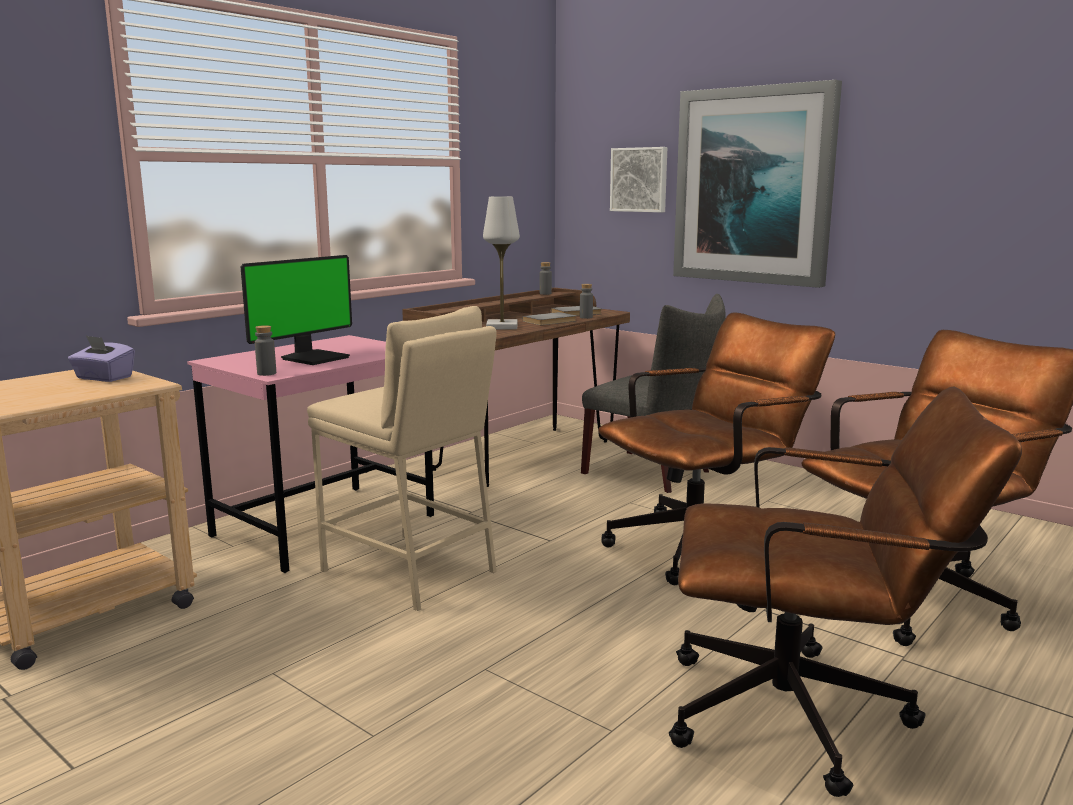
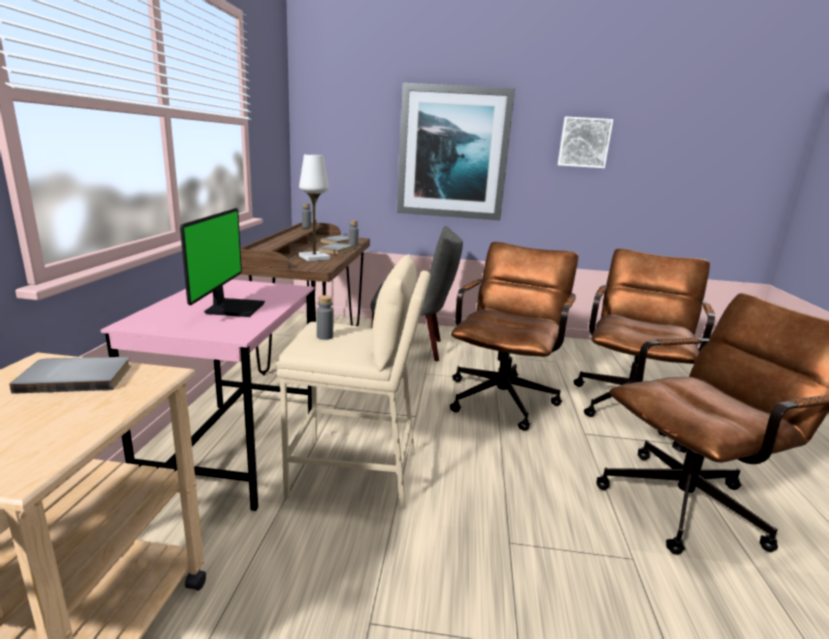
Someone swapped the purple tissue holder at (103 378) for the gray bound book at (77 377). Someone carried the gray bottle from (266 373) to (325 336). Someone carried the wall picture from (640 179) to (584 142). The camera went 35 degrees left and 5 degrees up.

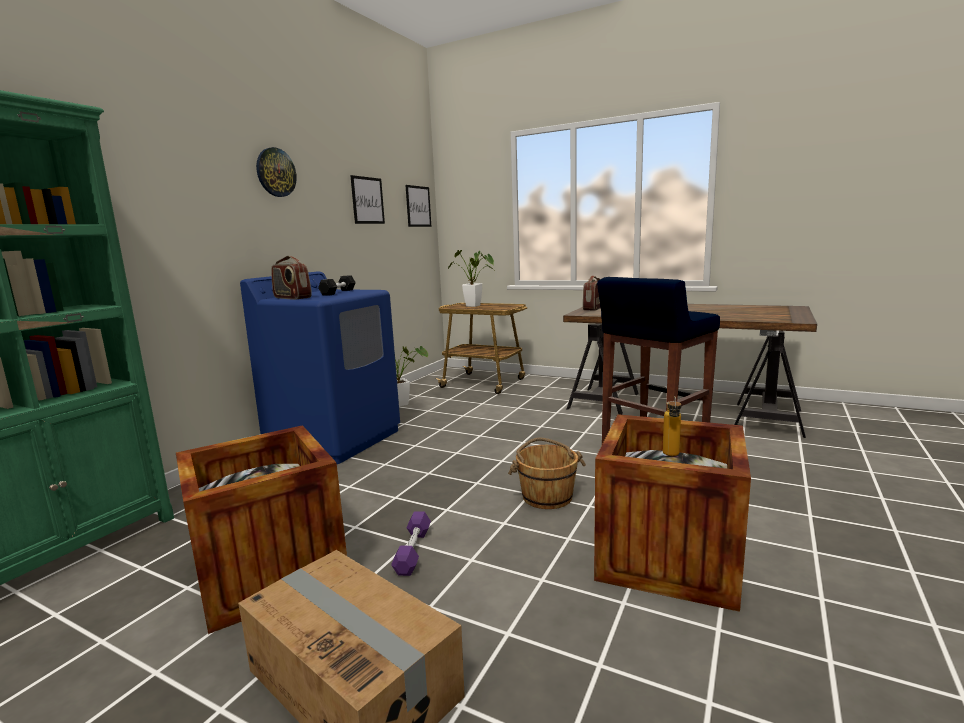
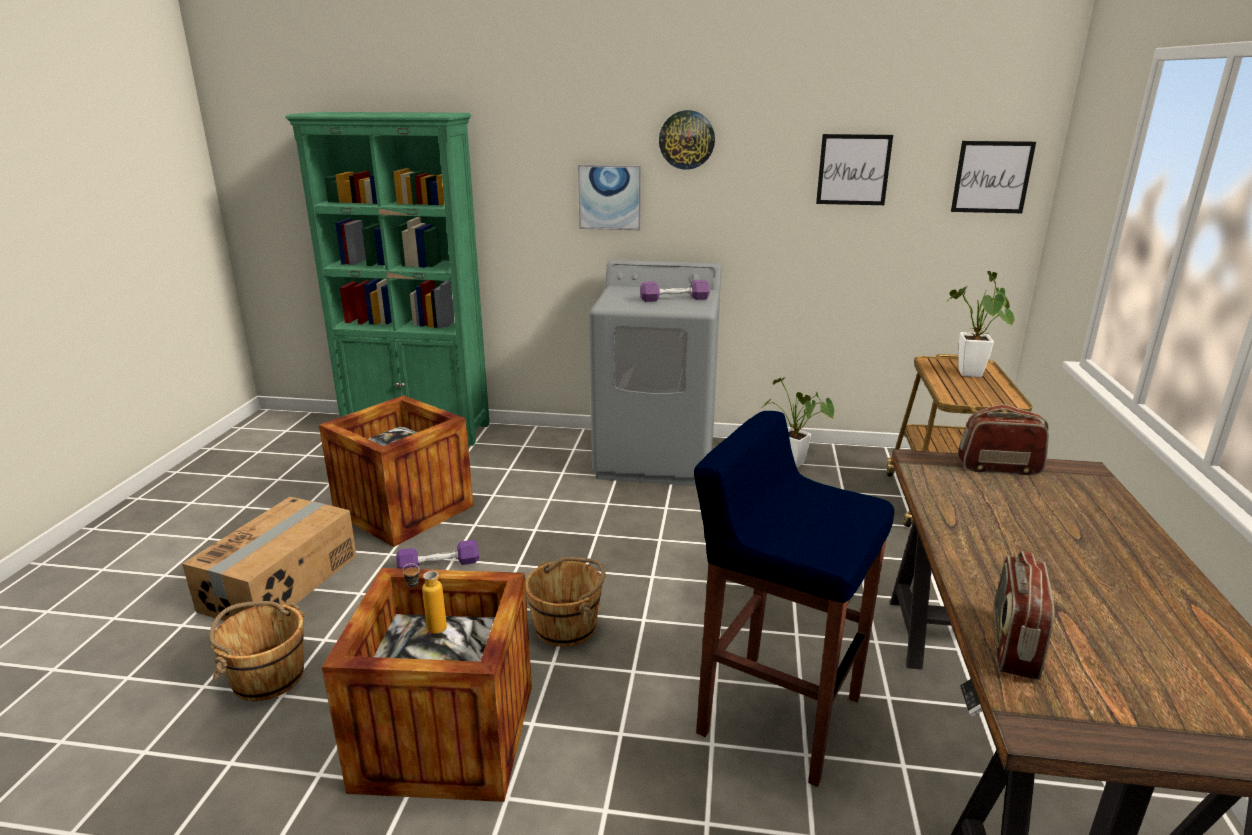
Someone put down the brown-coloured pail at (267 676). Someone put up the wall picture at (610 197). Someone repainted the blue-coloured laundry appliance at (335 439), which became the gray laundry appliance at (656 458). Someone repainted the black-coloured hand weight at (338 292), which became the purple hand weight at (674 299). Someone carried the radio receiver from (292 298) to (1012 645). The camera went 70 degrees right and 10 degrees up.

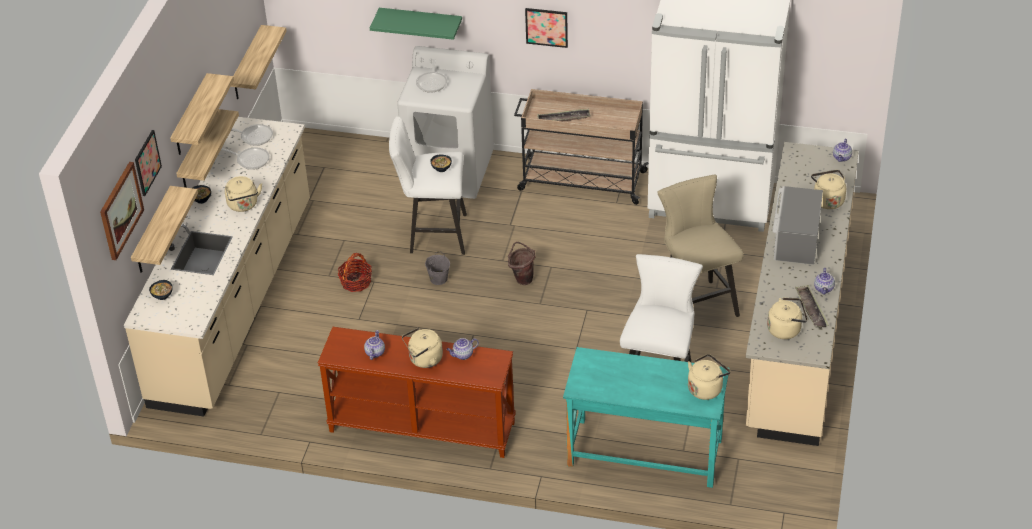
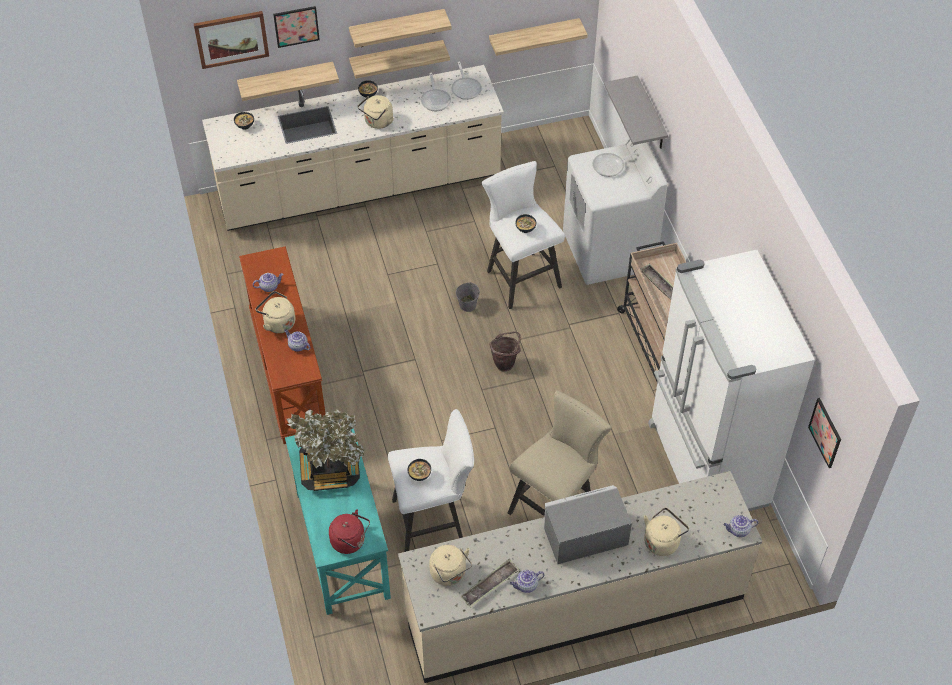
Someone put down the houseplant at (330 469). Someone repainted the beige-coloured tea kettle at (706 388), which became the reddish tea kettle at (350 541). Someone put down the deep dish at (420 475). Someone repainted the green-coloured shelf at (421 23), which became the gray shelf at (651 115). Someone carried the wall picture from (546 27) to (825 432). Someone took away the storage basket at (356 282). The camera went 60 degrees right and 10 degrees up.

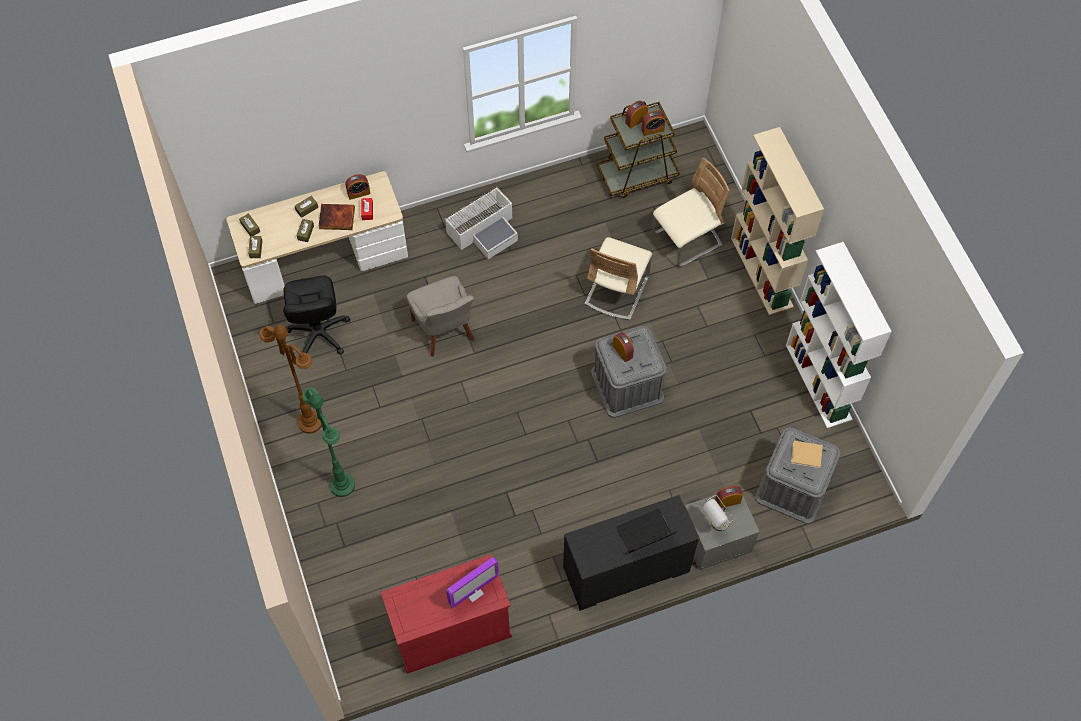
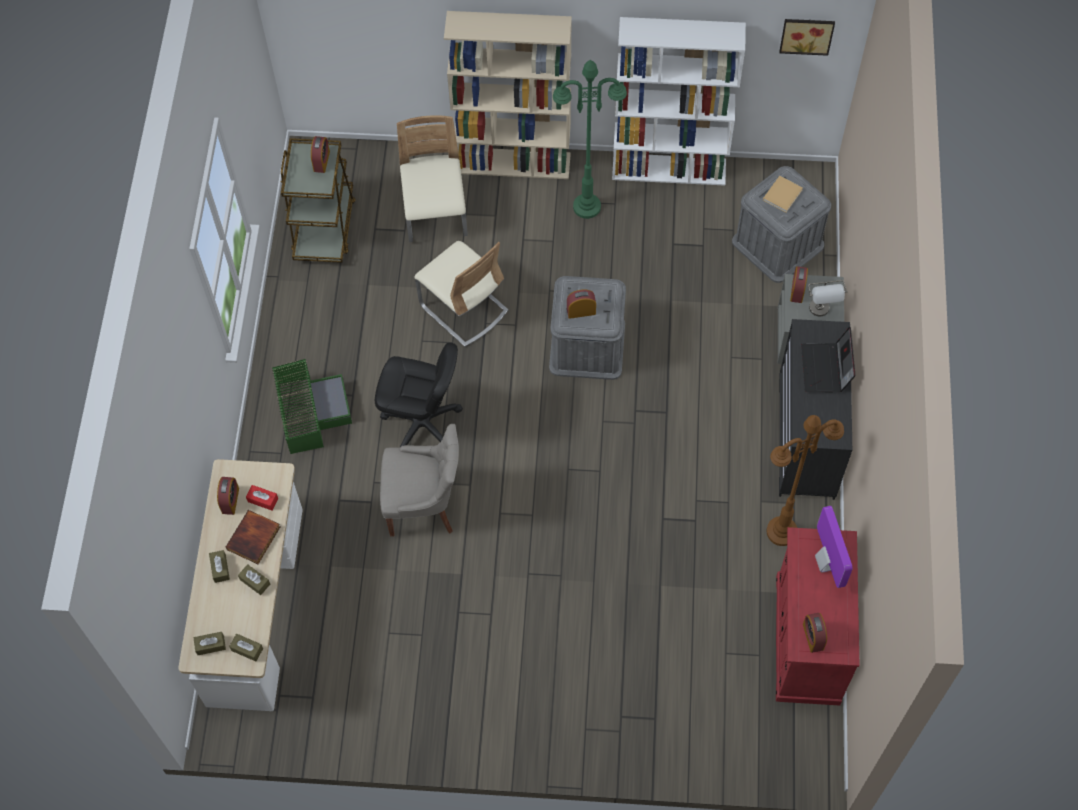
Someone repainted the white storage box at (485 230), which became the green-coloured storage box at (310 411). Someone carried the black-coloured computer chair from (318 334) to (422 424). Someone carried the green-coloured standing lamp from (342 485) to (587 206). Someone carried the brown-coloured standing lamp from (310 422) to (782 531). Someone put up the wall picture at (806 34). Someone carried the table clock from (636 120) to (813 636). The camera went 65 degrees left and 0 degrees up.

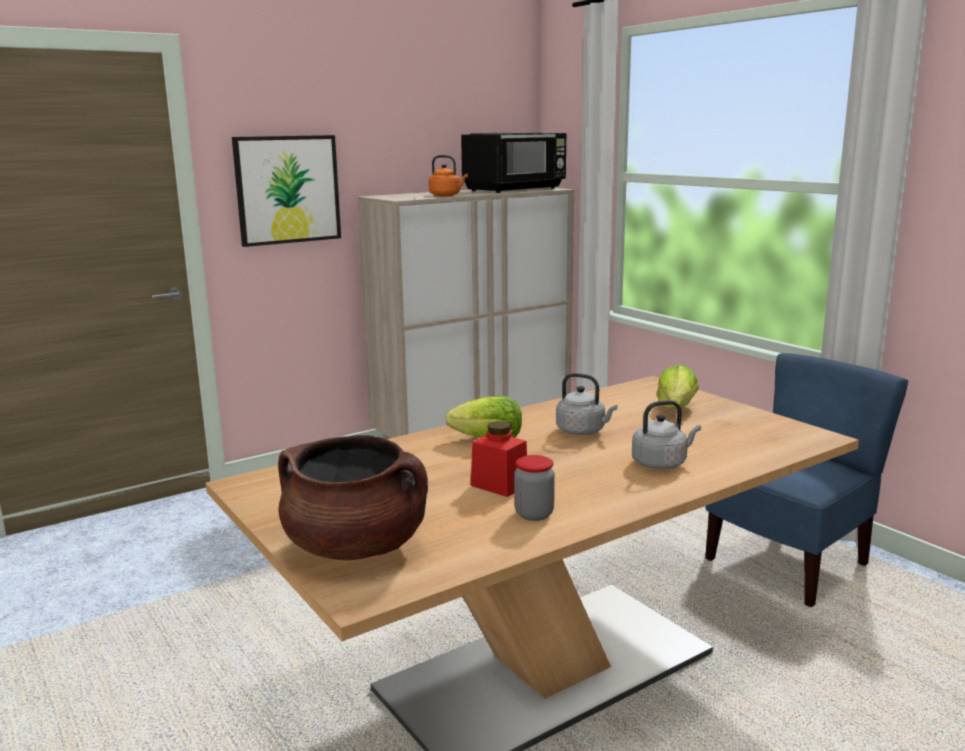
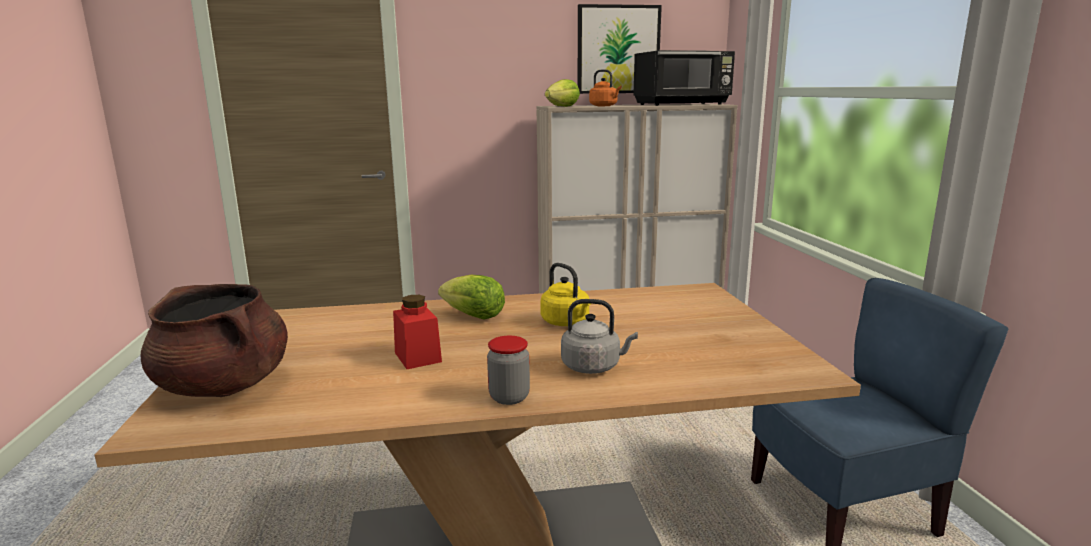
Someone carried the storage jar from (534 514) to (509 397). Someone repainted the gray tea kettle at (583 431), which became the yellow tea kettle at (567 322). Someone carried the lettuce head from (676 409) to (562 106). Someone carried the wall picture from (287 189) to (618 50). The camera went 25 degrees right and 0 degrees up.

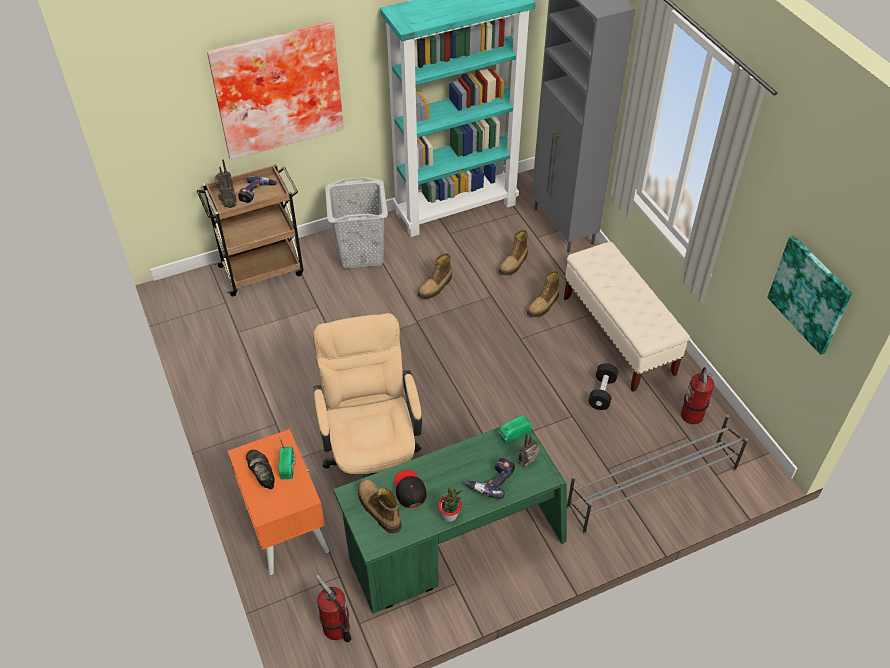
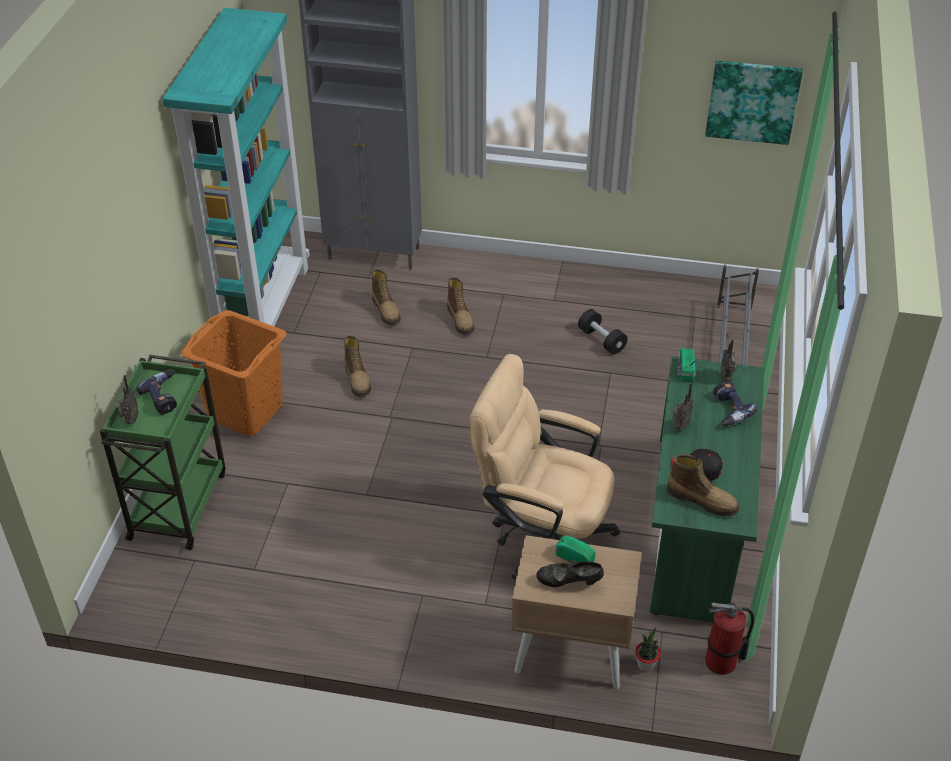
Someone repainted the brown-coloured cart at (263 270), which became the green-coloured cart at (178 504). Someone repainted the gray washing basket at (361 253), which became the orange-coloured washing basket at (245 411). Someone repainted the orange-coloured bedside table at (286 528), which became the beige-coloured bedside table at (570 649). Someone carried the houseplant from (449 515) to (645 664). Someone rotated the boot at (378 509) by 150 degrees counterclockwise. Someone carried the radio receiver from (229 205) to (679 427). Someone took away the wall picture at (277 89). Someone took away the beige-coloured long seat at (618 336). Someone took away the fire extinguisher at (692 415). The camera went 55 degrees left and 5 degrees down.

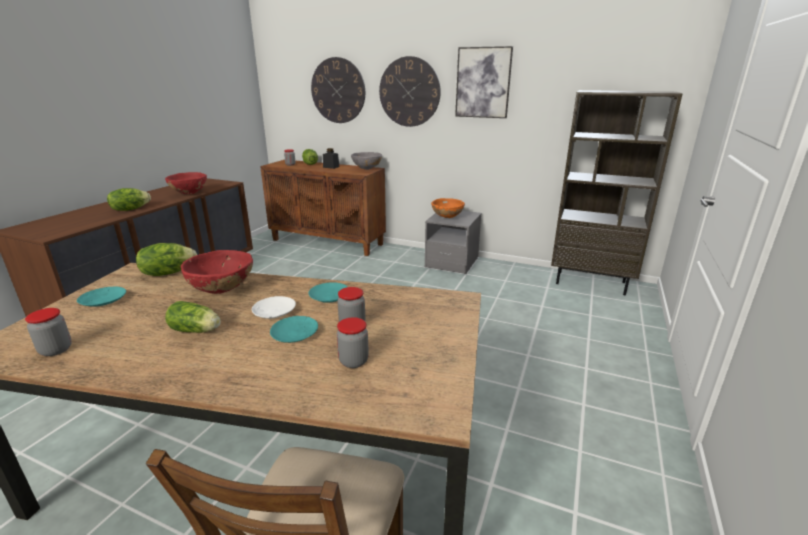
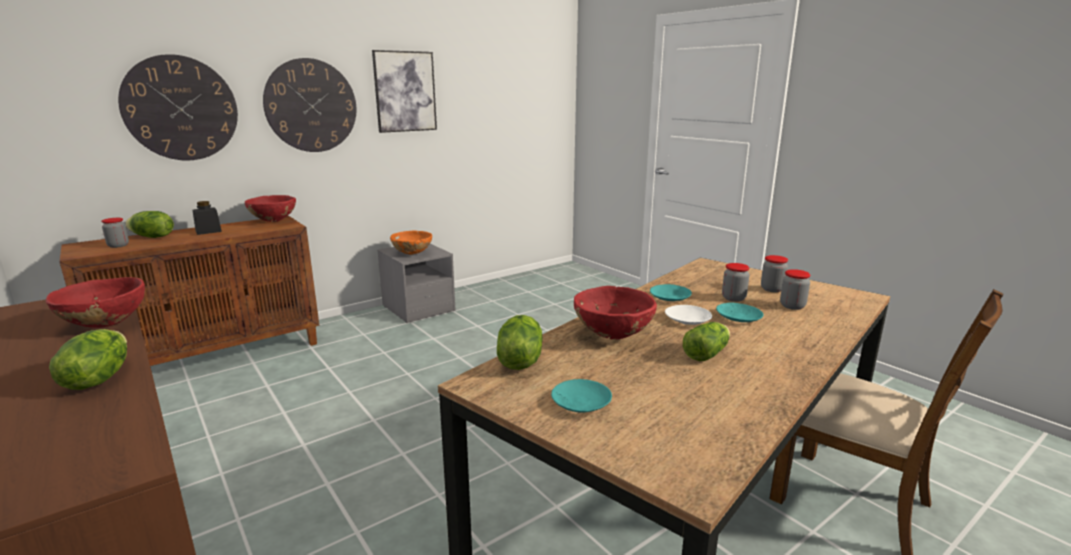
Someone repainted the gray deep dish at (367 169), which became the reddish deep dish at (273 221). Someone carried the storage jar from (56 350) to (772 289). Someone took away the brown-coloured shelving unit at (591 283). The camera went 60 degrees left and 5 degrees down.

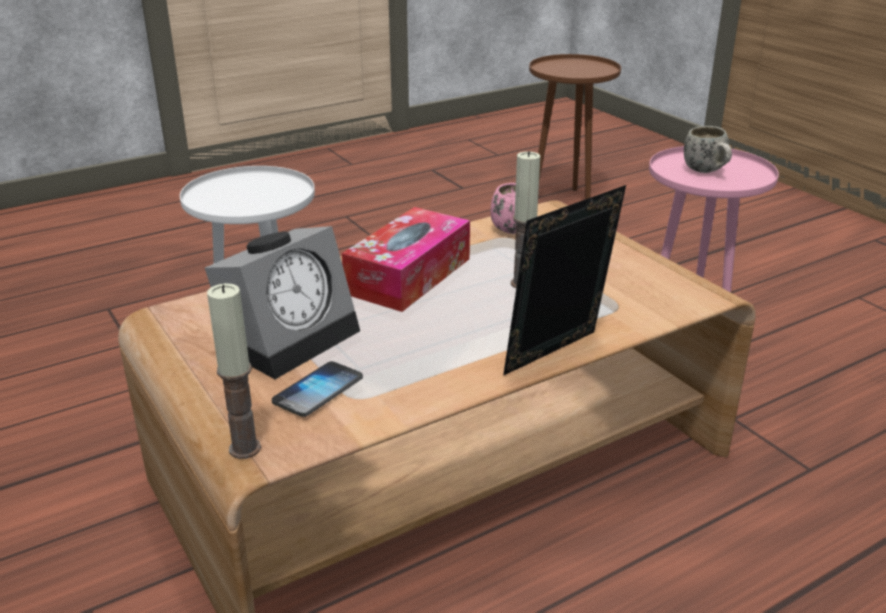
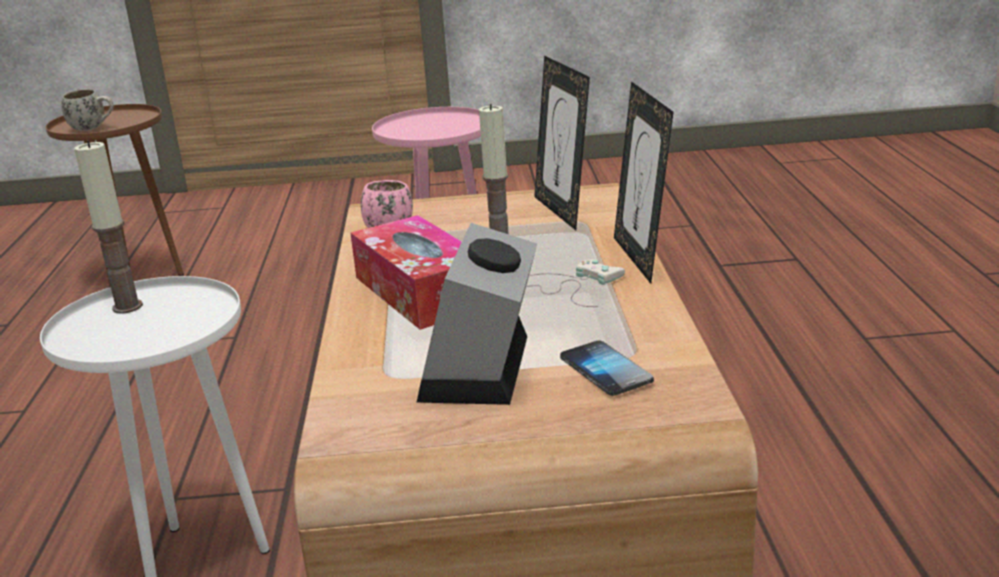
Someone carried the white mug from (707 172) to (94 128). Someone carried the wax light from (244 448) to (127 307). Someone rotated the table clock at (292 337) by 150 degrees counterclockwise. Someone put down the white joypad at (569 286). Someone put down the standing frame at (562 211). The camera went 60 degrees left and 5 degrees down.

